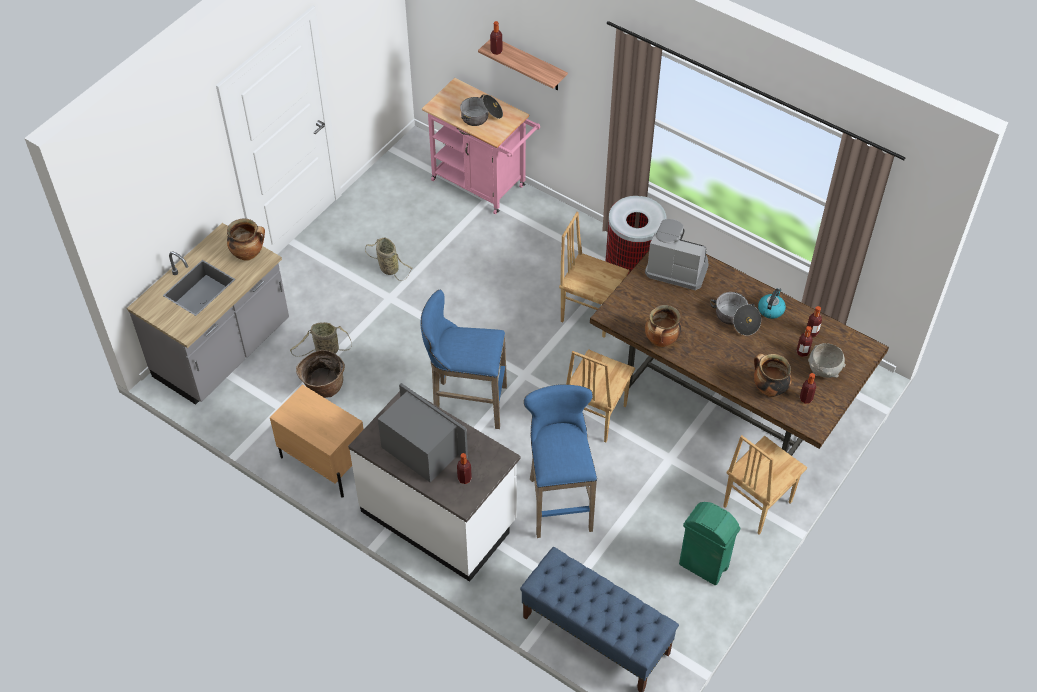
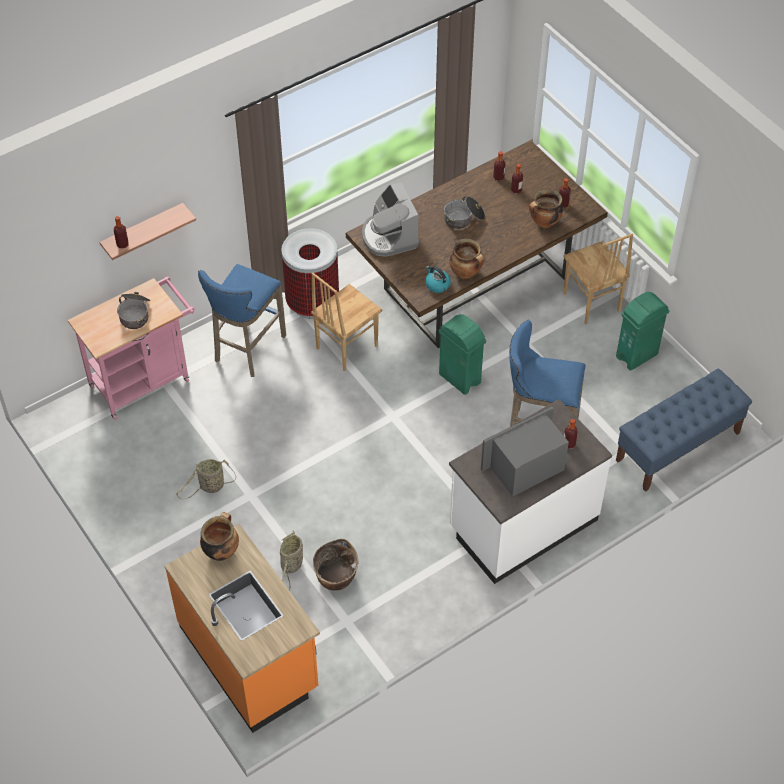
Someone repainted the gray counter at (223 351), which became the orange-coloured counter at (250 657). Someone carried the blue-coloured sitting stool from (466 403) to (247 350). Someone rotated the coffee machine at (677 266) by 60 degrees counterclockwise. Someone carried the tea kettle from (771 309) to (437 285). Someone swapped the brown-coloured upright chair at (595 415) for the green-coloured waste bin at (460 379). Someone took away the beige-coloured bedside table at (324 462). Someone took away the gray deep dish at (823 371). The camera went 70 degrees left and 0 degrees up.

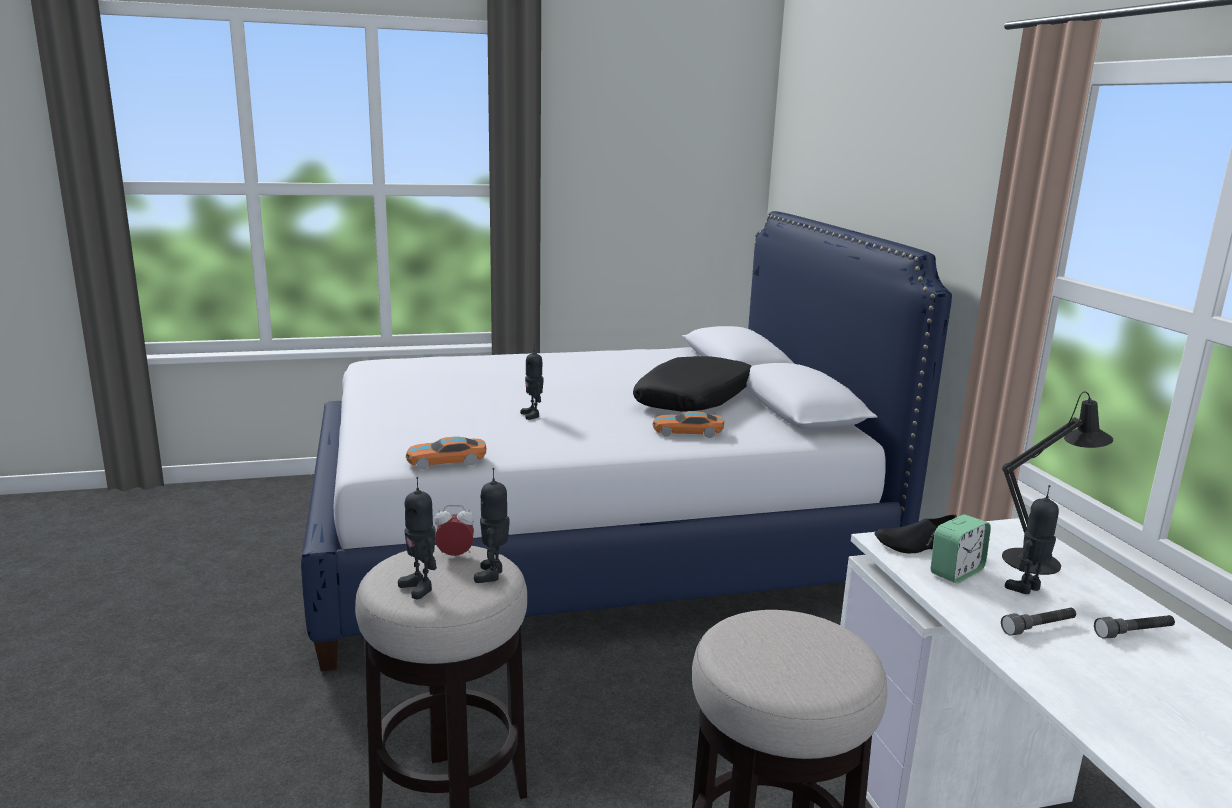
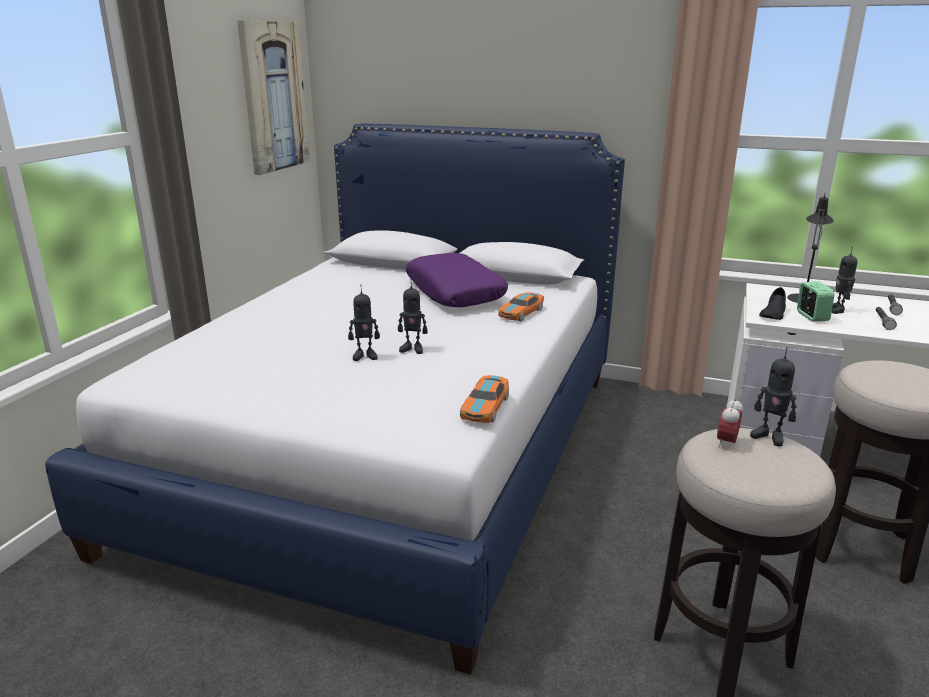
Someone put up the wall picture at (273 97). Someone carried the toy robot from (420 587) to (365 356). Someone repainted the black-coloured pillow at (696 400), which became the purple pillow at (455 292). The camera went 55 degrees left and 5 degrees up.

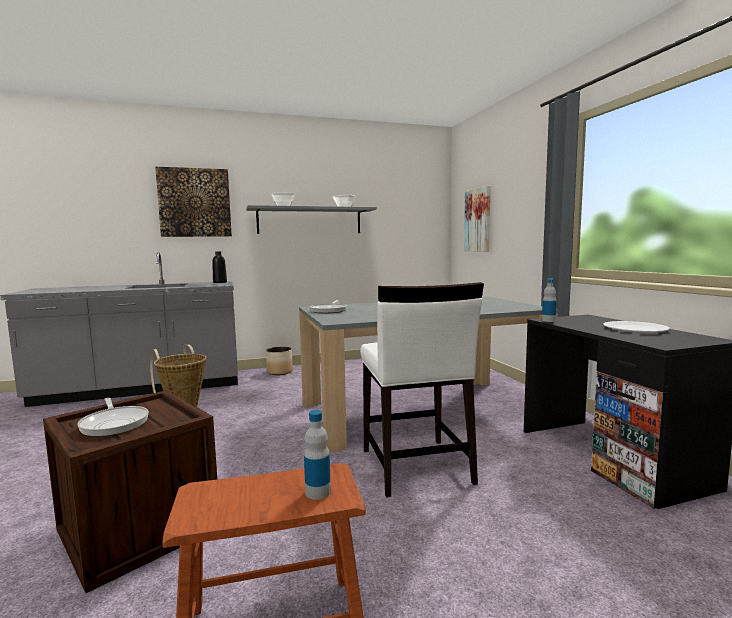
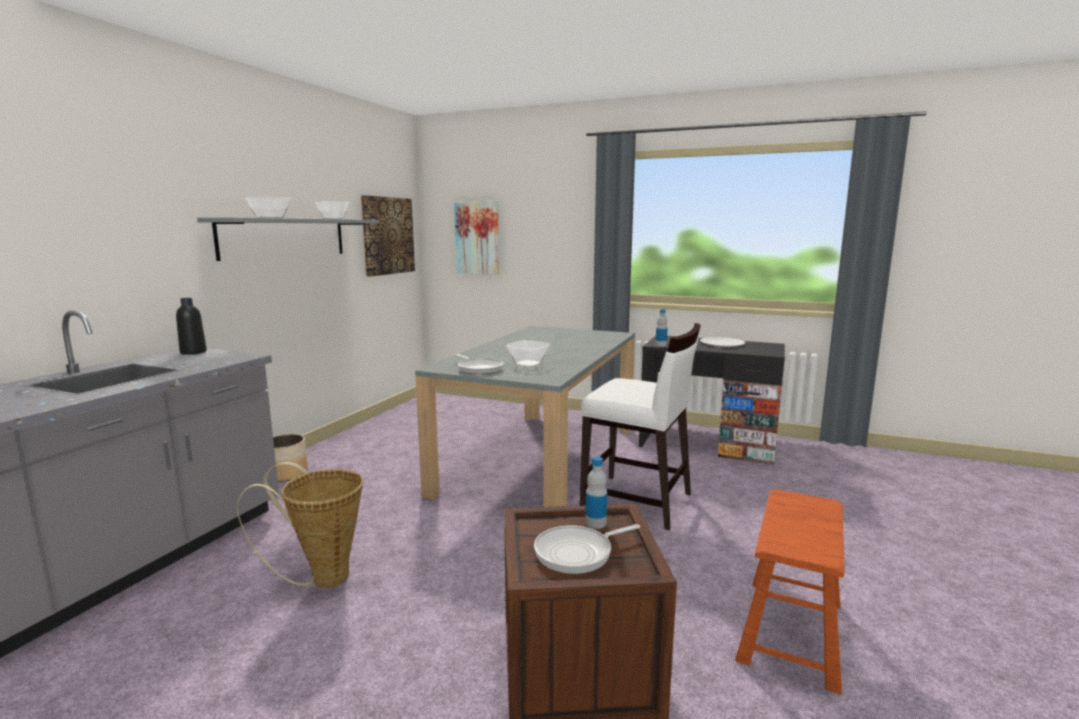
Someone carried the wall picture from (195 202) to (387 236). Someone put down the deep dish at (528 364). Someone rotated the pan at (114 423) by 150 degrees clockwise. Someone carried the bottle from (318 492) to (595 523). The camera went 50 degrees left and 5 degrees up.

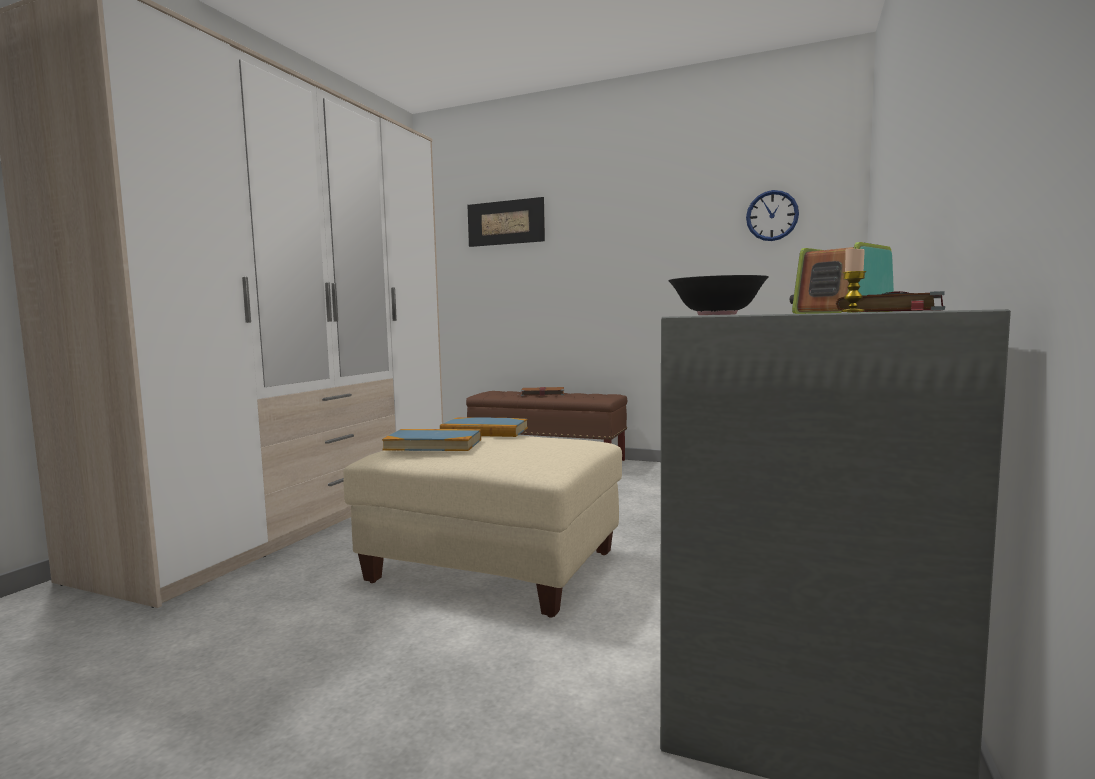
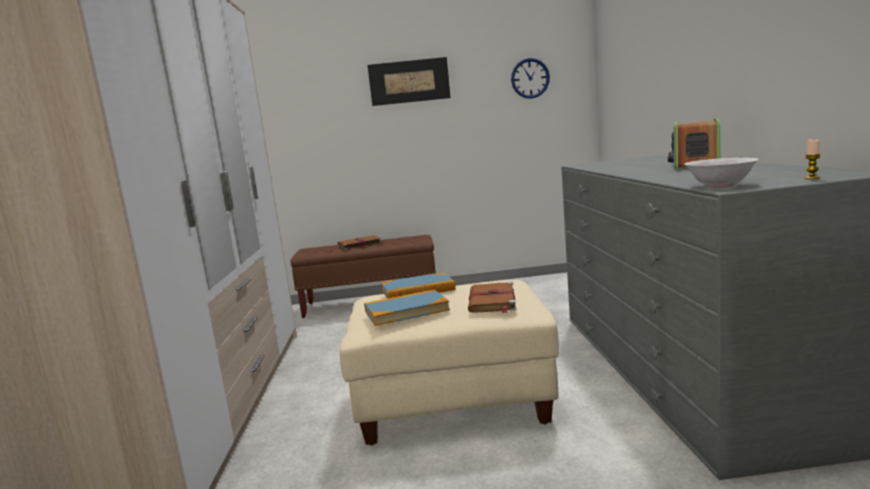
Someone carried the wall picture from (505 222) to (409 81). Someone carried the brown-coloured bound book from (891 311) to (492 301). Someone repainted the black-coloured deep dish at (716 314), which became the white deep dish at (720 185). The camera went 25 degrees left and 5 degrees up.

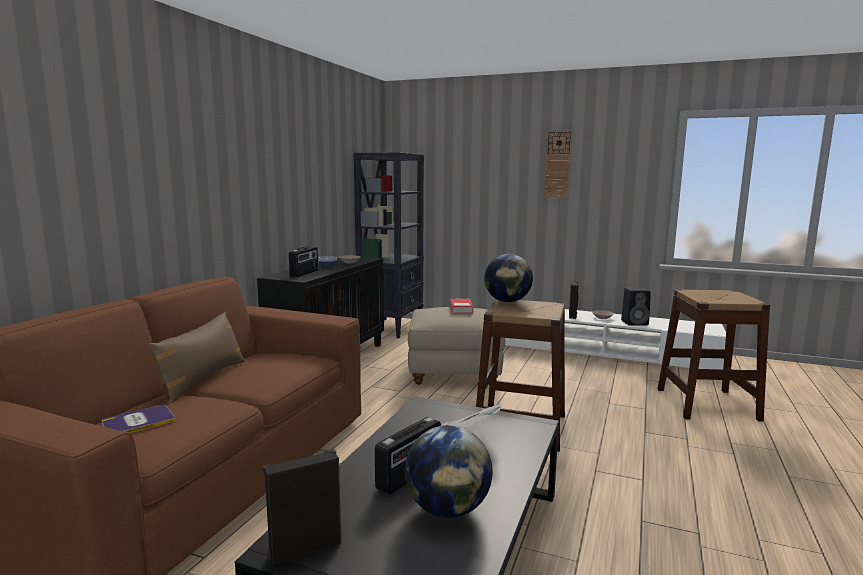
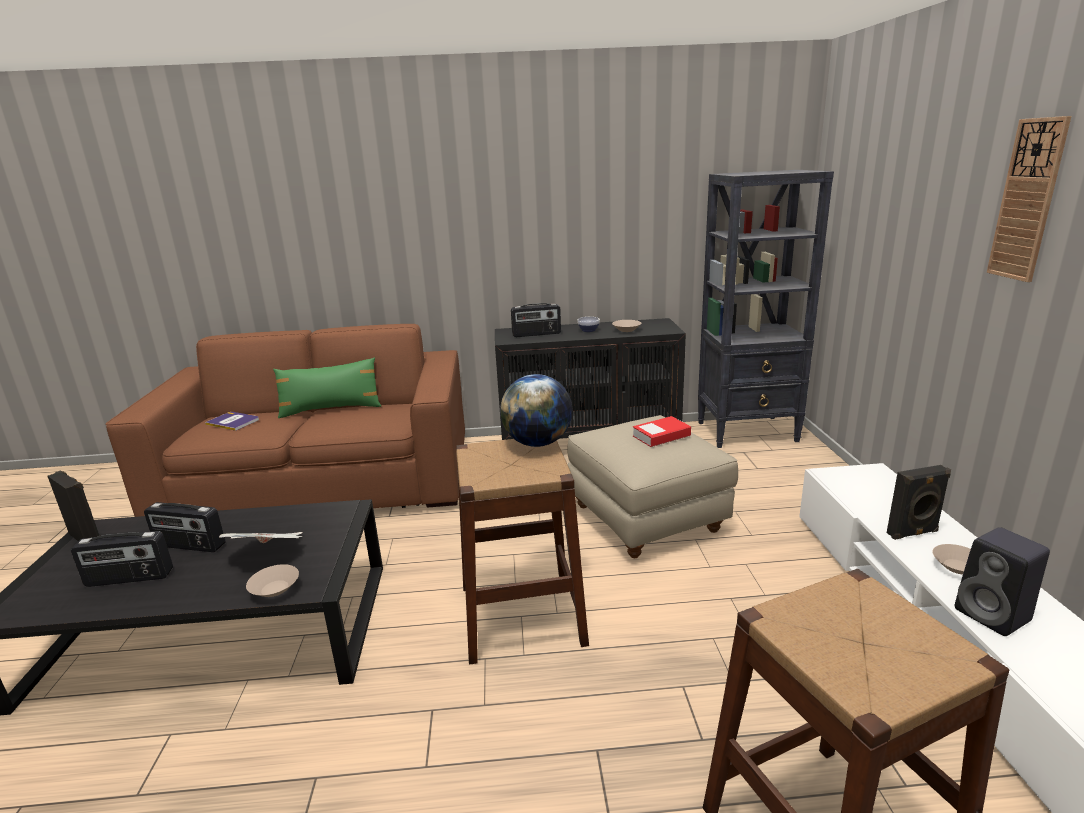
Someone swapped the globe at (448 509) for the radio receiver at (129 578). Someone put down the beige-coloured deep dish at (274 590). Someone repainted the brown-coloured pillow at (203 379), which became the green-coloured pillow at (331 409). The camera went 65 degrees right and 10 degrees up.

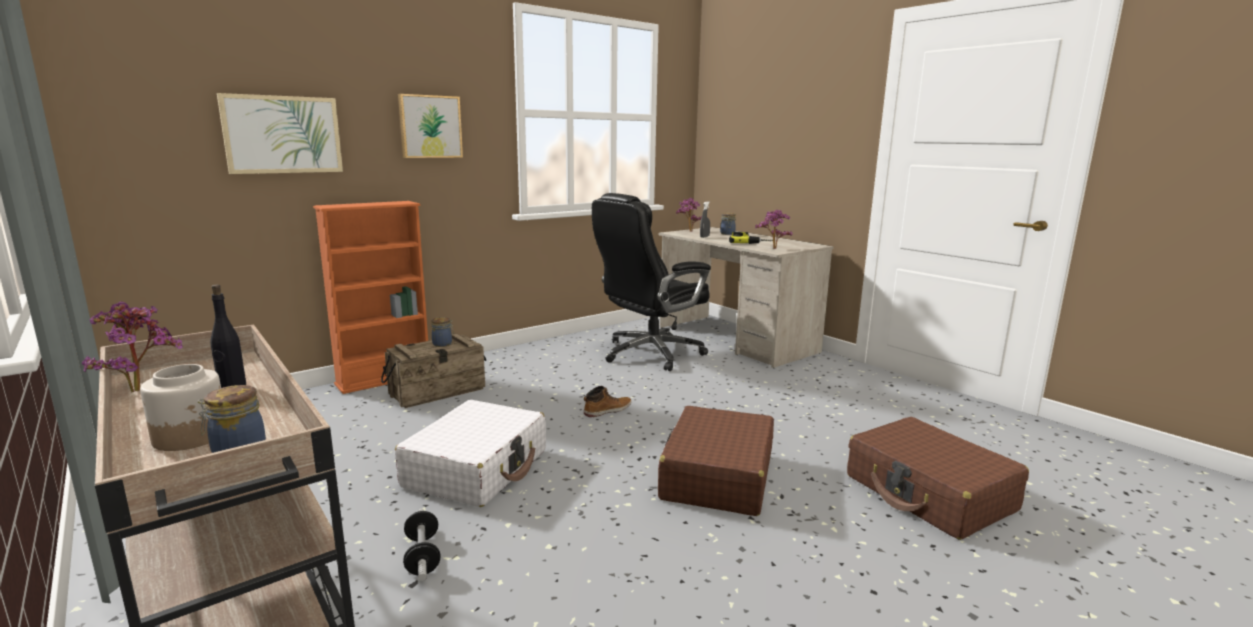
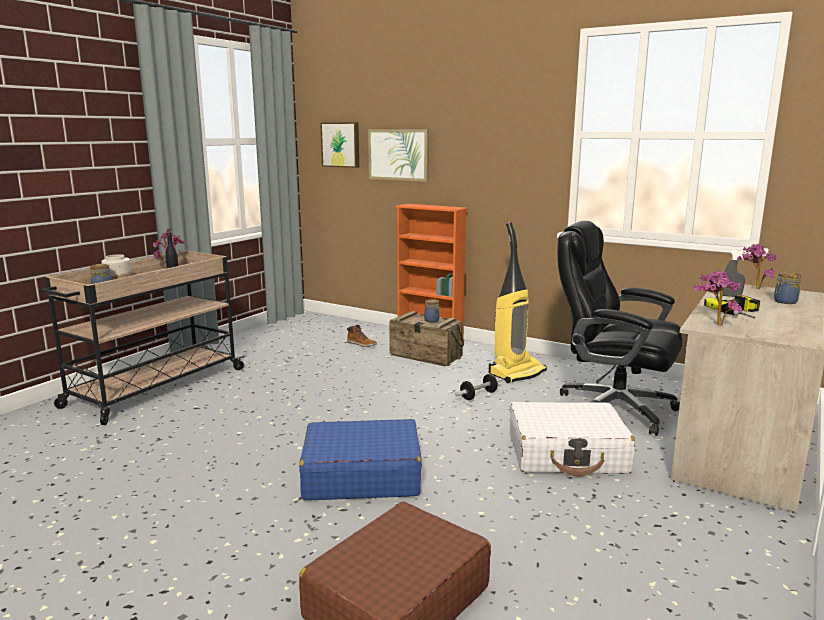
Someone repainted the brown-coloured suitcase at (717 476), which became the blue-coloured suitcase at (361 476). Someone carried the wall picture from (430 126) to (341 144). Someone carried the boot from (607 410) to (362 344). Someone carried the hand weight from (422 556) to (478 395). Someone put down the vacuum cleaner at (517 372). Someone carried the white suitcase from (477 468) to (567 454). The camera went 70 degrees right and 0 degrees up.

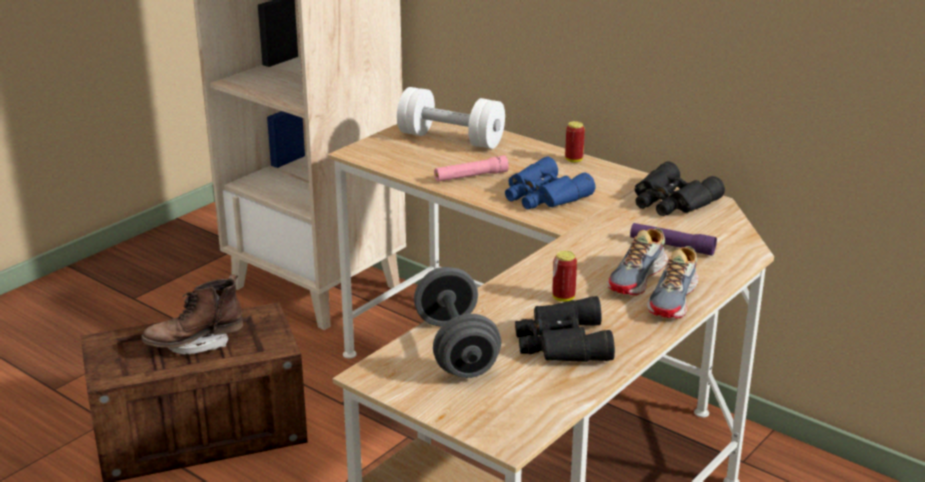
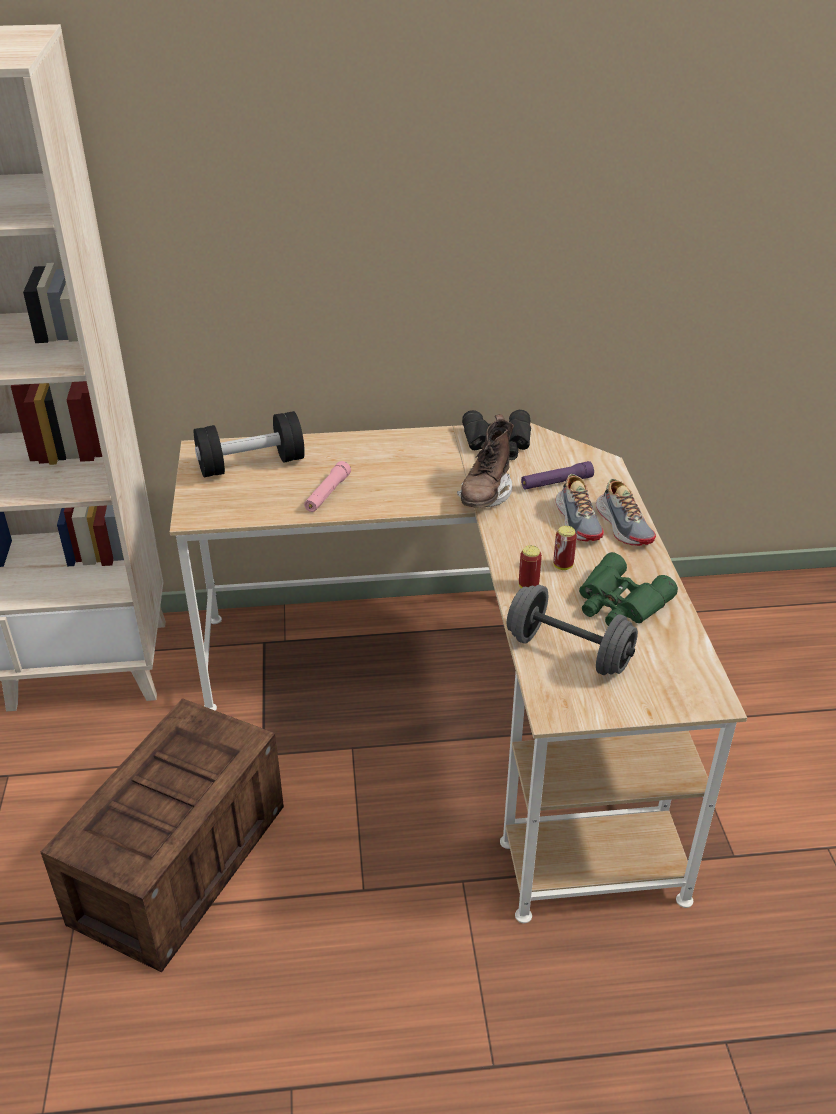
Someone repainted the white hand weight at (451 139), which became the black-coloured hand weight at (251 464). Someone carried the brown-coloured boot from (195 344) to (485 494). Someone carried the sealed can from (574 160) to (528 586). Someone repainted the black-coloured field glasses at (561 343), which became the green-coloured field glasses at (619 603). Someone took away the blue-coloured field glasses at (543 196). The camera went 45 degrees left and 10 degrees up.

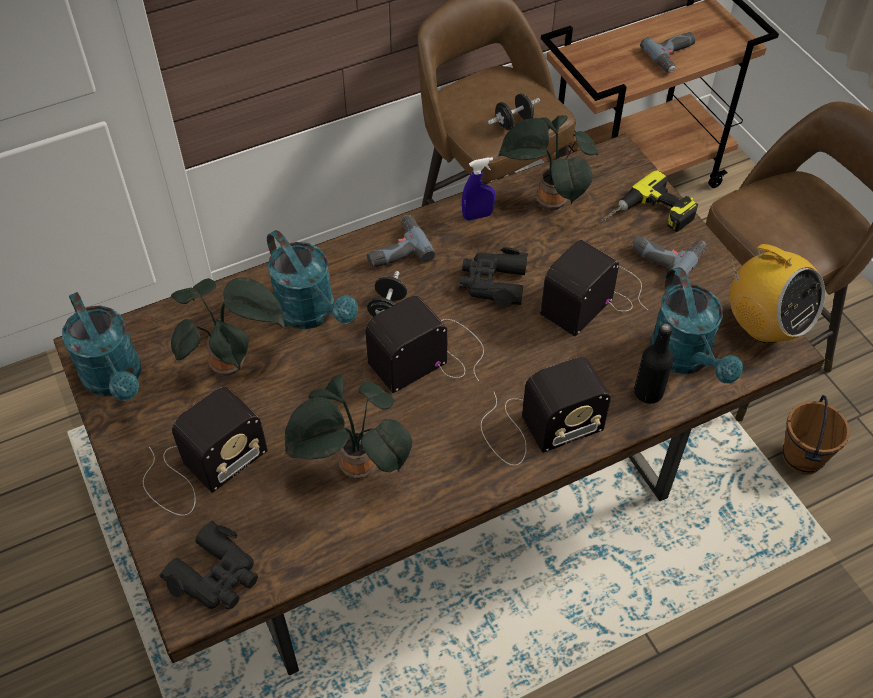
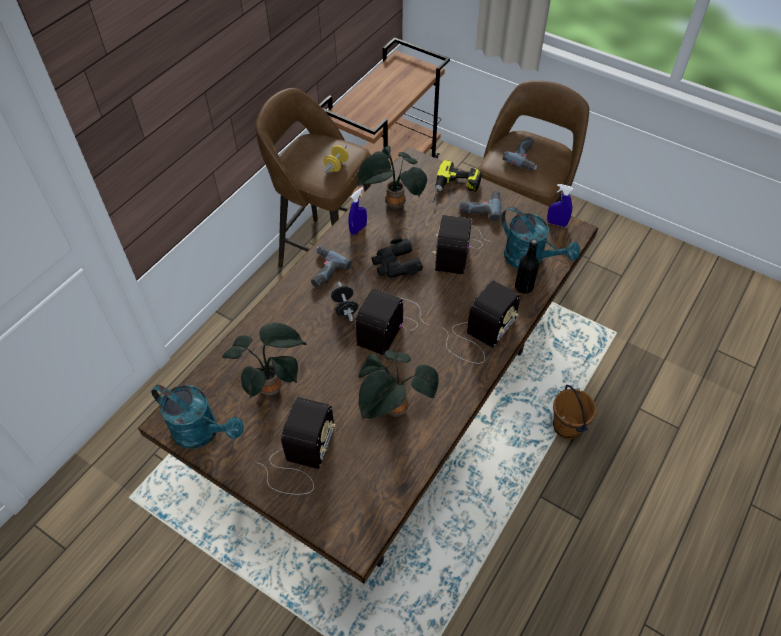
Someone repainted the black-coloured hand weight at (513 122), which became the yellow hand weight at (336 166). Someone carried the electric drill from (674 56) to (526 157). Someone swapped the radio receiver at (764 326) for the blue-coloured sprayer at (556 223). Someone carried the brown-coloured pail from (803 458) to (567 427). Someone took away the black-coloured field glasses at (216 575). Someone took away the turquoise-coloured sprinkling can at (312 313). The camera went 30 degrees left and 0 degrees up.

